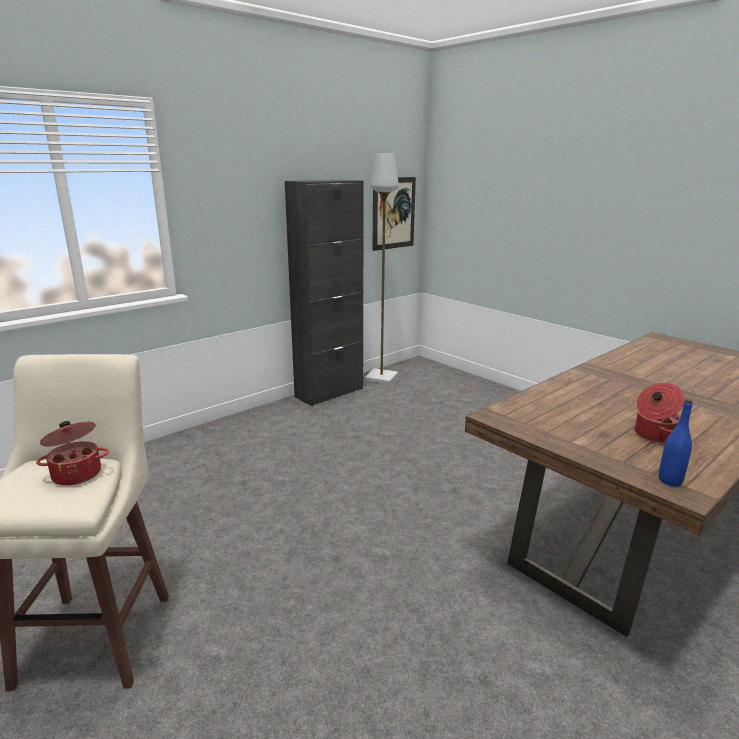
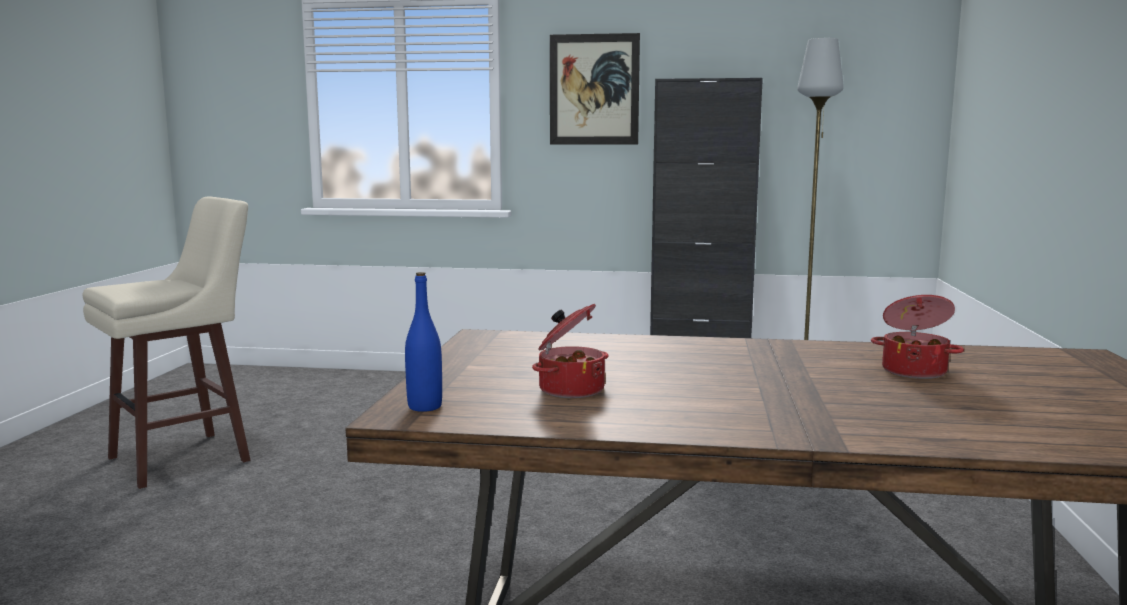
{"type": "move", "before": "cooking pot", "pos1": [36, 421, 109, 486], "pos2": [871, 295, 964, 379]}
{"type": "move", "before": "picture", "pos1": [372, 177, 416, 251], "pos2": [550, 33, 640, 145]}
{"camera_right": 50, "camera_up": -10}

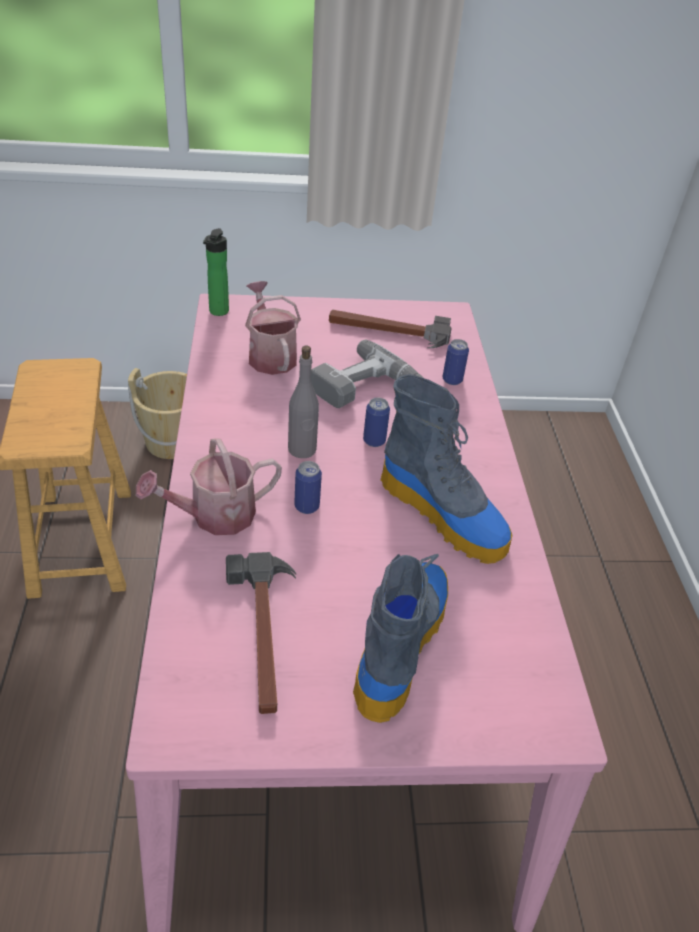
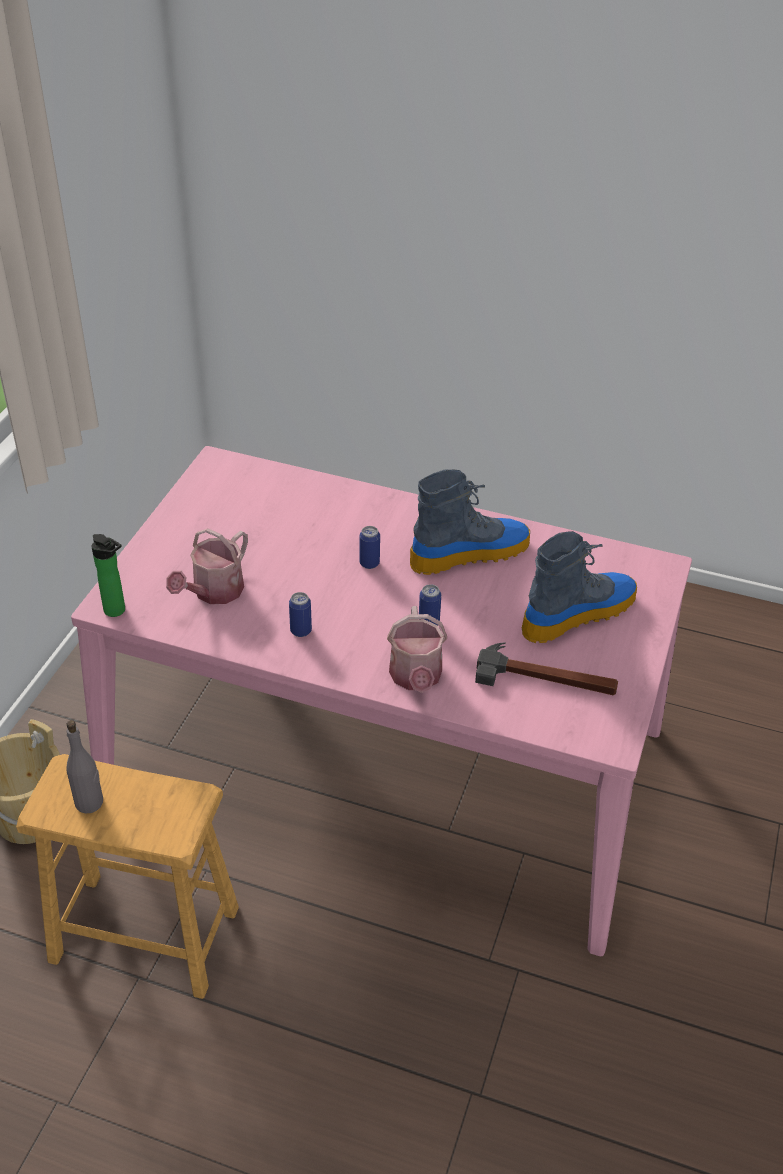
{"type": "rotate", "before": "watering can", "pos1": [245, 281, 301, 375], "pos2": [166, 528, 248, 604], "turn": -60}
{"type": "move", "before": "grey bottle", "pos1": [288, 345, 319, 458], "pos2": [66, 720, 103, 813]}
{"type": "delete", "before": "power drill", "pos1": [311, 339, 424, 408]}
{"type": "delete", "before": "hammer", "pos1": [329, 310, 452, 348]}
{"type": "rotate", "before": "boot", "pos1": [353, 554, 448, 723], "pos2": [522, 531, 637, 643], "turn": 105}
{"type": "move", "before": "can", "pos1": [443, 339, 469, 385], "pos2": [289, 592, 312, 637]}
{"camera_right": -65, "camera_up": 0}

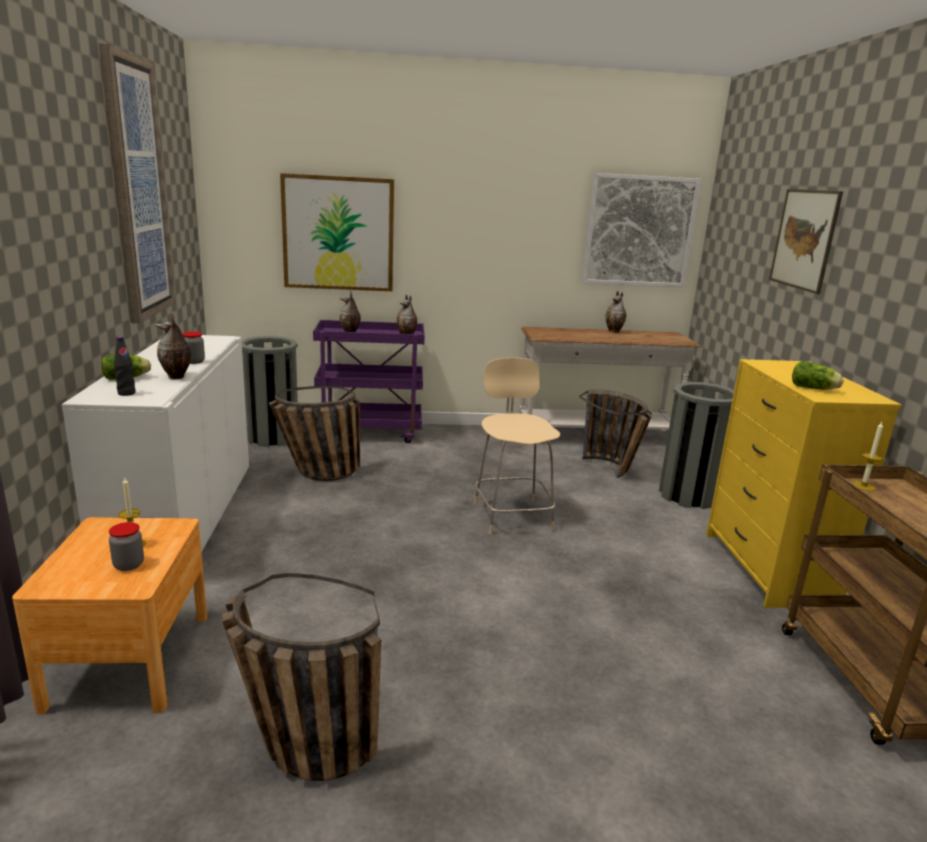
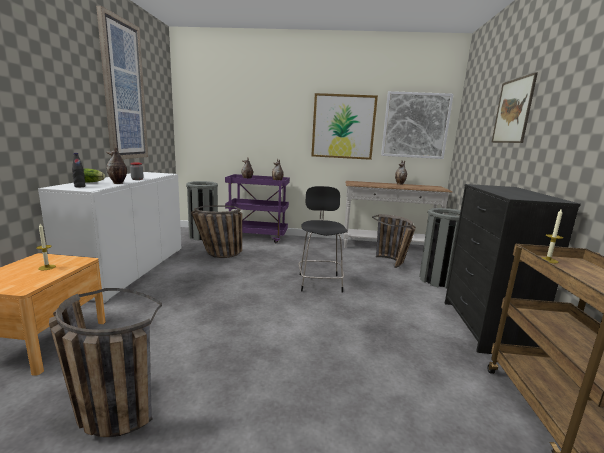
{"type": "delete", "before": "jar", "pos1": [109, 522, 144, 571]}
{"type": "move", "before": "picture", "pos1": [280, 173, 394, 291], "pos2": [311, 93, 378, 160]}
{"type": "recolor", "before": "beige chair", "after": "black chair", "pos1": [474, 358, 560, 534], "pos2": [299, 186, 348, 293]}
{"type": "recolor", "before": "yellow dresser", "after": "black dresser", "pos1": [706, 359, 901, 608], "pos2": [445, 184, 581, 354]}
{"type": "delete", "before": "lettuce", "pos1": [792, 361, 844, 390]}
{"camera_right": 10, "camera_up": -5}

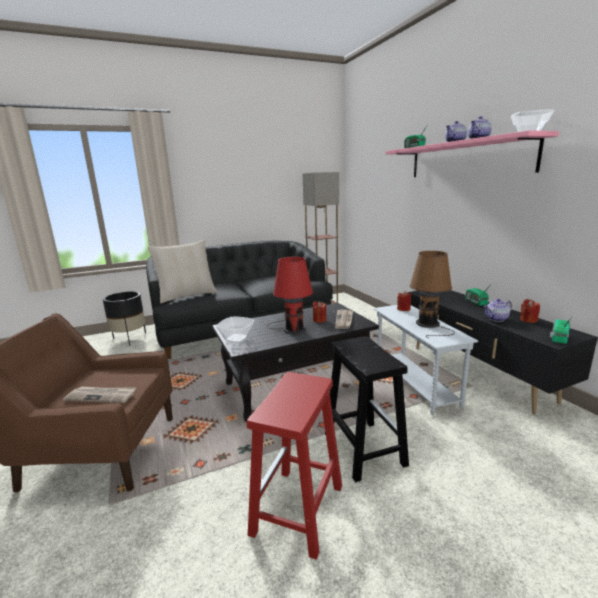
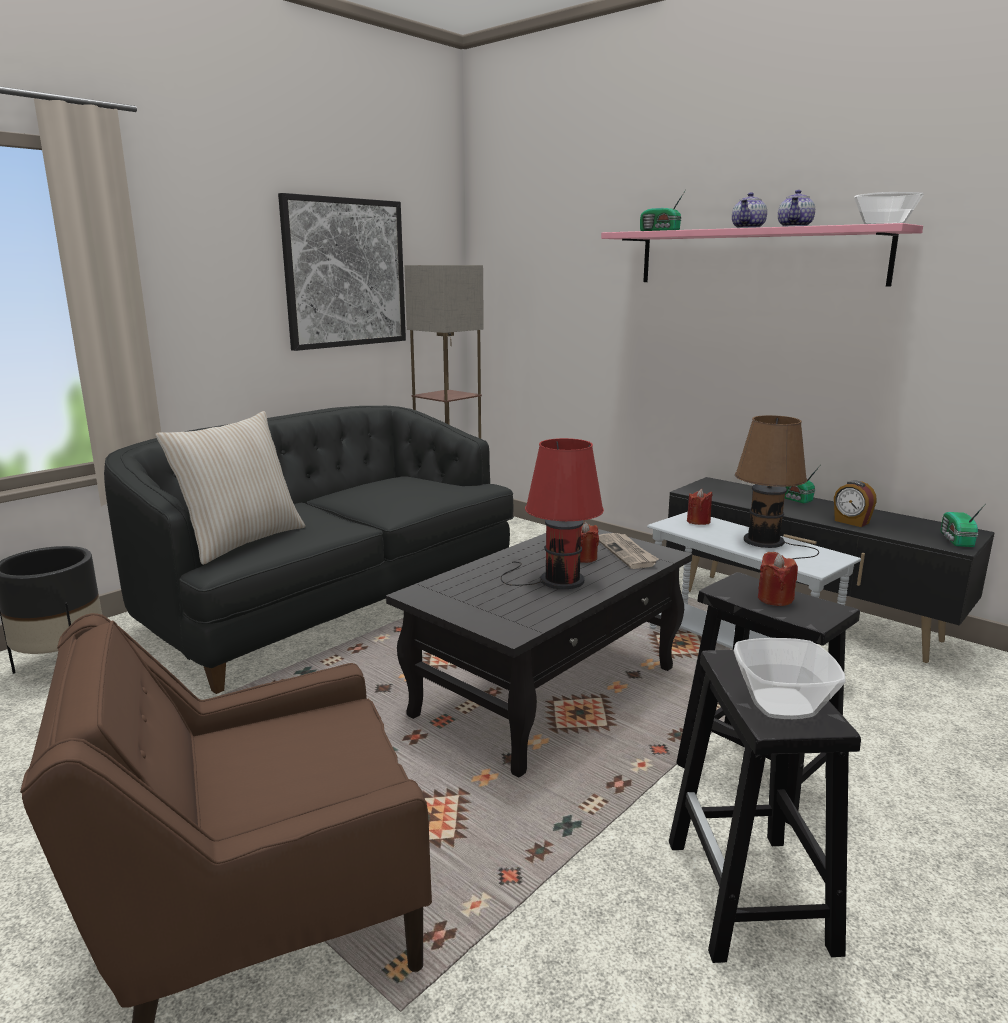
{"type": "delete", "before": "newspaper", "pos1": [63, 386, 136, 403]}
{"type": "move", "before": "bowl", "pos1": [216, 317, 254, 343], "pos2": [734, 638, 846, 719]}
{"type": "recolor", "before": "red stool", "after": "black stool", "pos1": [247, 372, 342, 560], "pos2": [669, 650, 861, 963]}
{"type": "replace", "before": "teapot", "after": "alarm clock", "pos1": [484, 299, 512, 322], "pos2": [834, 481, 877, 527]}
{"type": "move", "before": "red candle", "pos1": [520, 299, 540, 323], "pos2": [758, 552, 798, 606]}
{"type": "insert", "after": "picture", "pos2": [278, 193, 406, 351]}
{"camera_right": -25, "camera_up": 0}

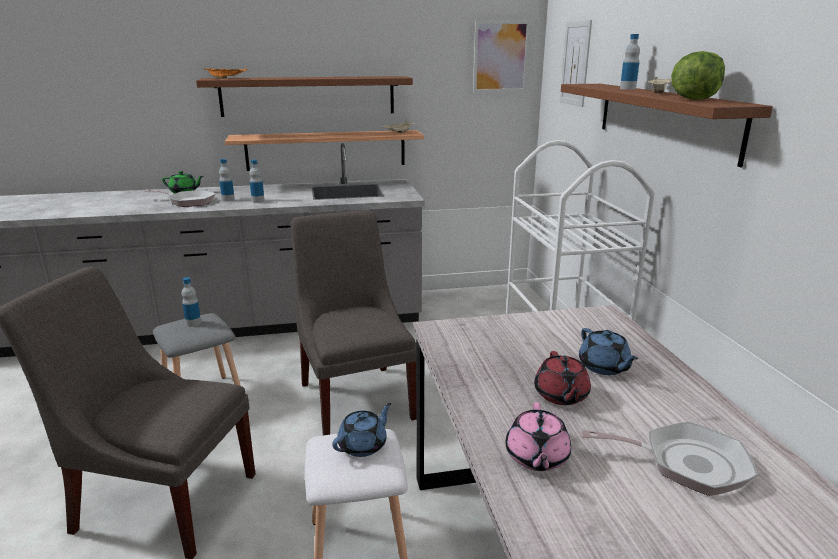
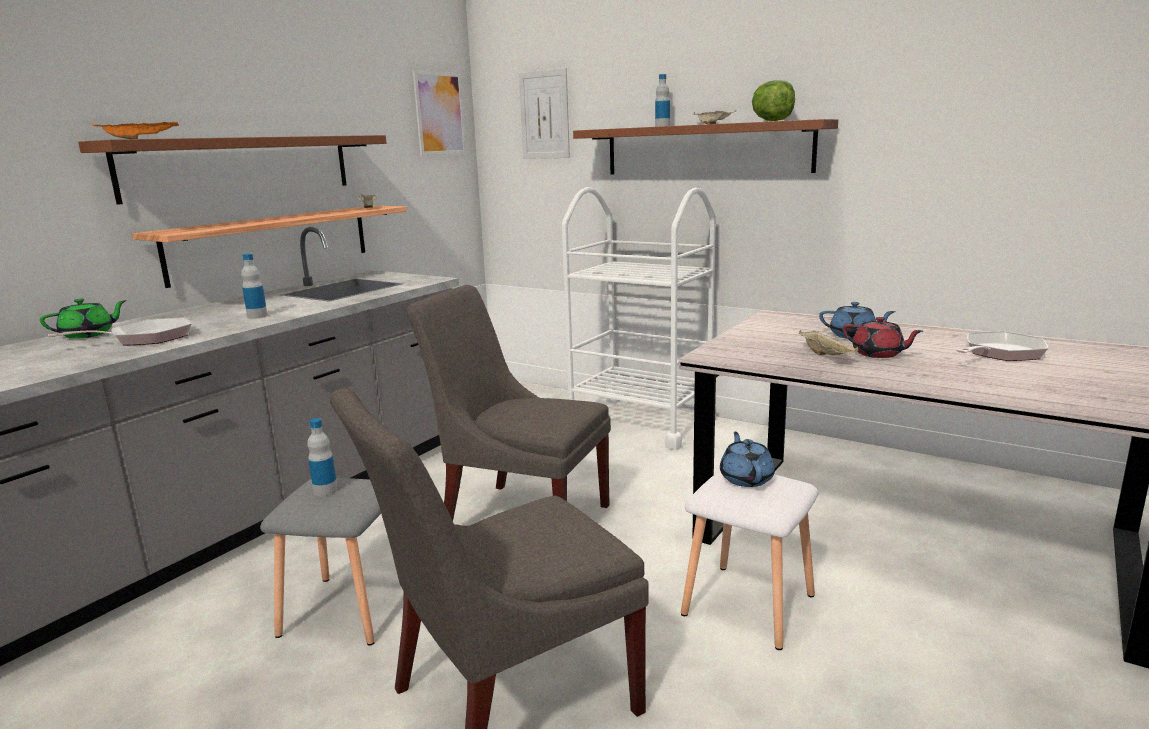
{"type": "delete", "before": "bottle", "pos1": [219, 159, 235, 202]}
{"type": "delete", "before": "pink teapot", "pos1": [506, 402, 571, 471]}
{"type": "insert", "after": "beige tray", "pos2": [799, 330, 858, 355]}
{"camera_right": -45, "camera_up": -5}

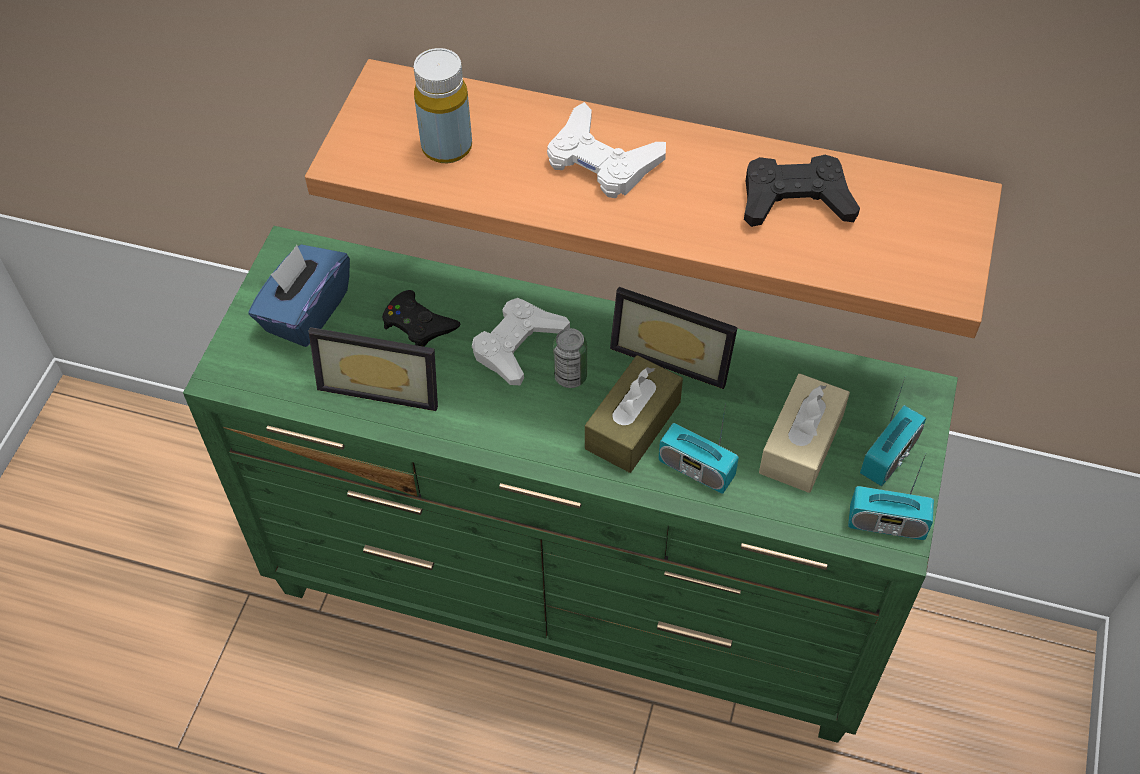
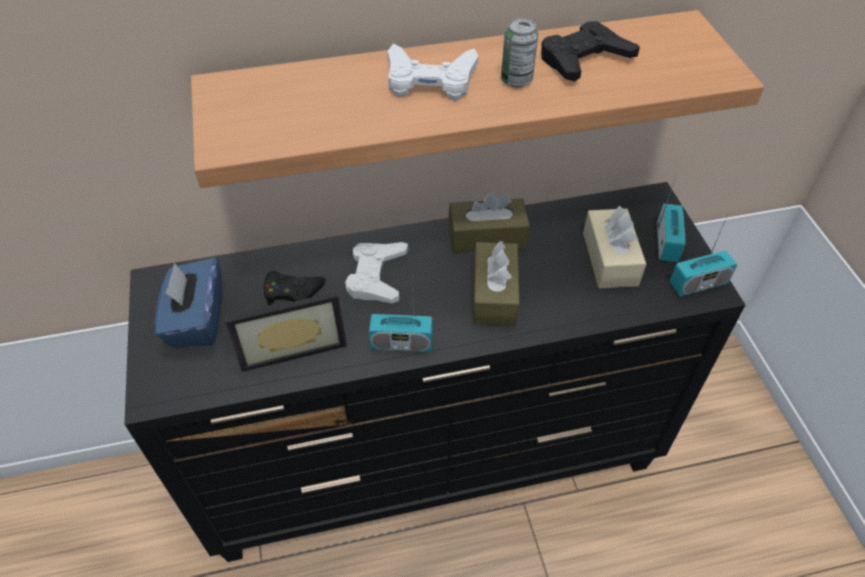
{"type": "recolor", "before": "green dresser", "after": "black dresser", "pos1": [183, 226, 958, 743], "pos2": [125, 182, 745, 562]}
{"type": "delete", "before": "yellow bottle", "pos1": [414, 48, 472, 163]}
{"type": "move", "before": "can", "pos1": [553, 328, 587, 388], "pos2": [501, 18, 538, 88]}
{"type": "replace", "before": "picture frame", "after": "brown tissue box", "pos1": [610, 287, 738, 389], "pos2": [449, 192, 530, 253]}
{"type": "move", "before": "radio", "pos1": [658, 403, 739, 494], "pos2": [369, 276, 432, 352]}
{"camera_right": -30, "camera_up": -5}

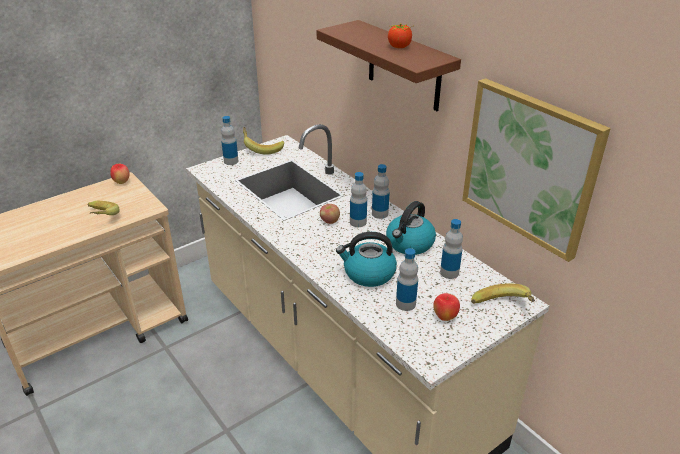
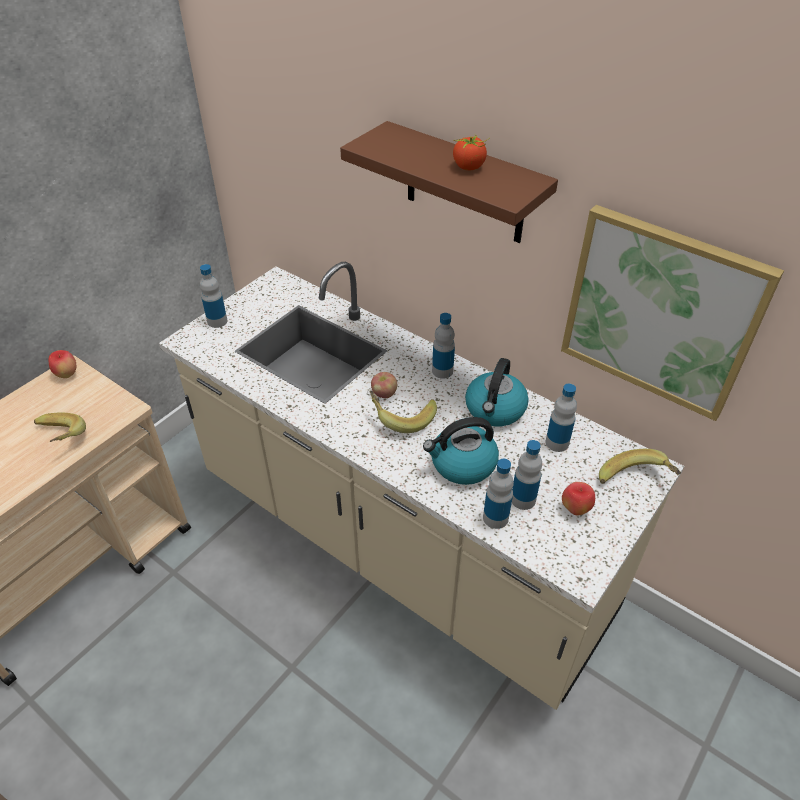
{"type": "move", "before": "banana", "pos1": [243, 127, 284, 155], "pos2": [369, 390, 437, 433]}
{"type": "move", "before": "bottle", "pos1": [350, 172, 367, 227], "pos2": [483, 459, 514, 529]}
{"camera_right": -15, "camera_up": 10}

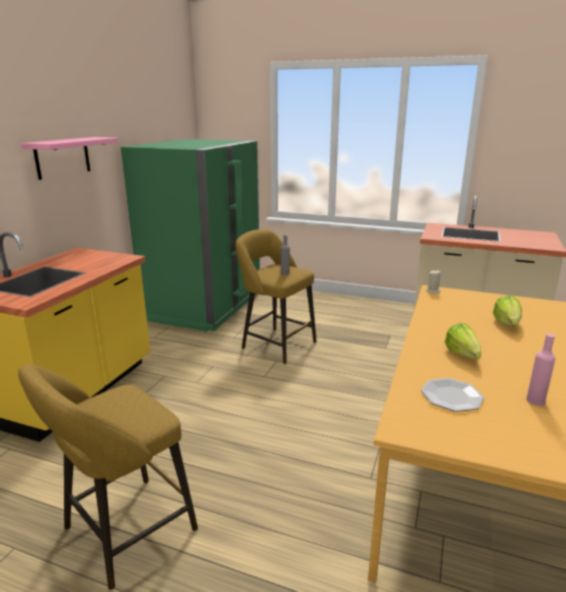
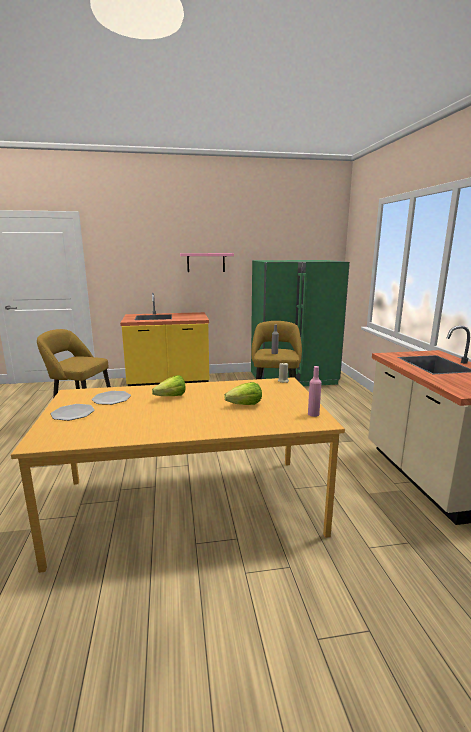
{"type": "move", "before": "pink bottle", "pos1": [526, 334, 555, 406], "pos2": [308, 366, 322, 417]}
{"type": "insert", "after": "plate", "pos2": [51, 404, 95, 421]}
{"camera_right": 60, "camera_up": -5}

